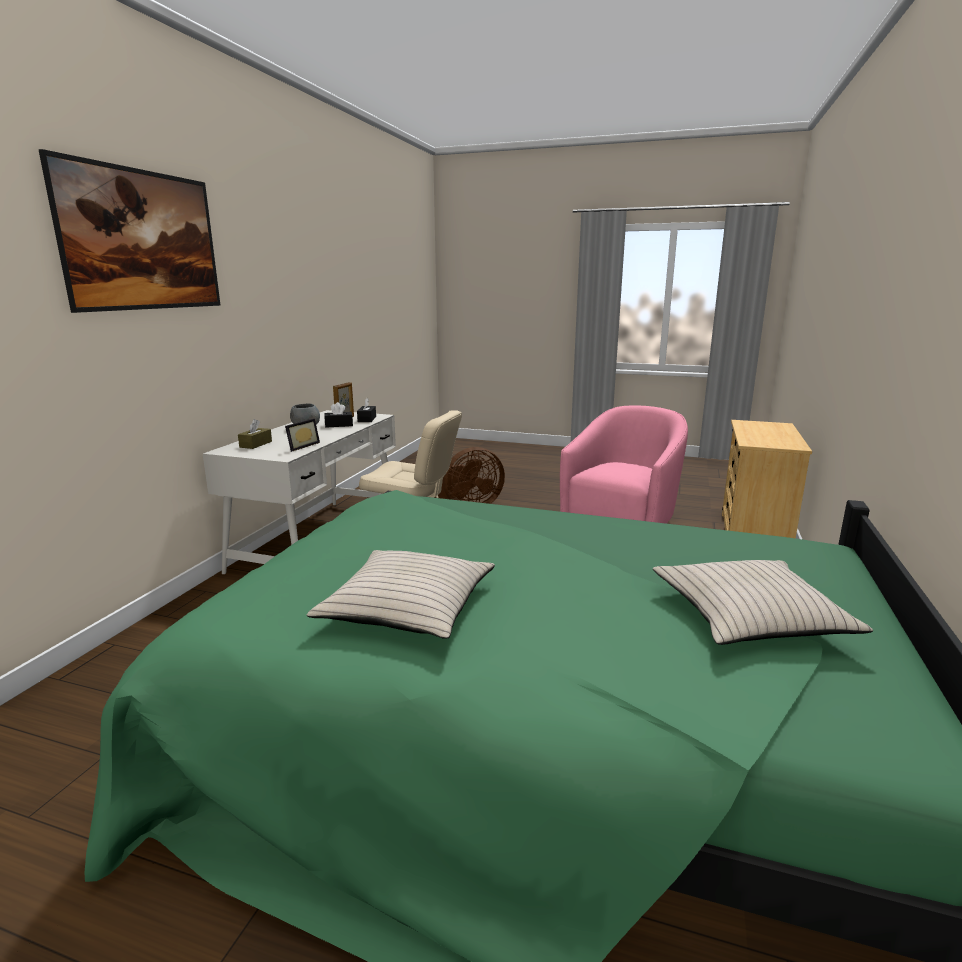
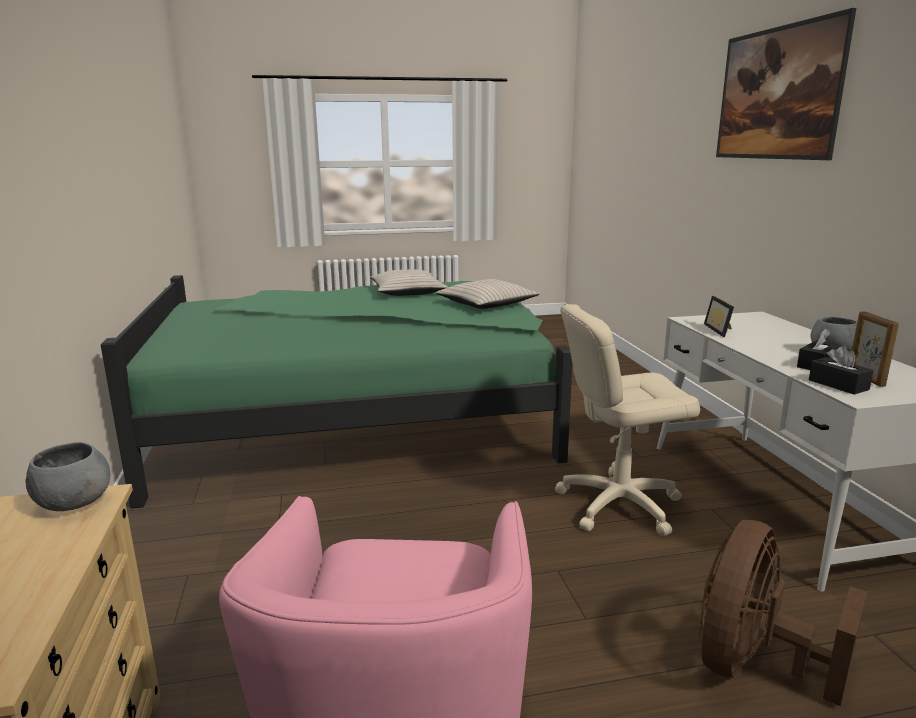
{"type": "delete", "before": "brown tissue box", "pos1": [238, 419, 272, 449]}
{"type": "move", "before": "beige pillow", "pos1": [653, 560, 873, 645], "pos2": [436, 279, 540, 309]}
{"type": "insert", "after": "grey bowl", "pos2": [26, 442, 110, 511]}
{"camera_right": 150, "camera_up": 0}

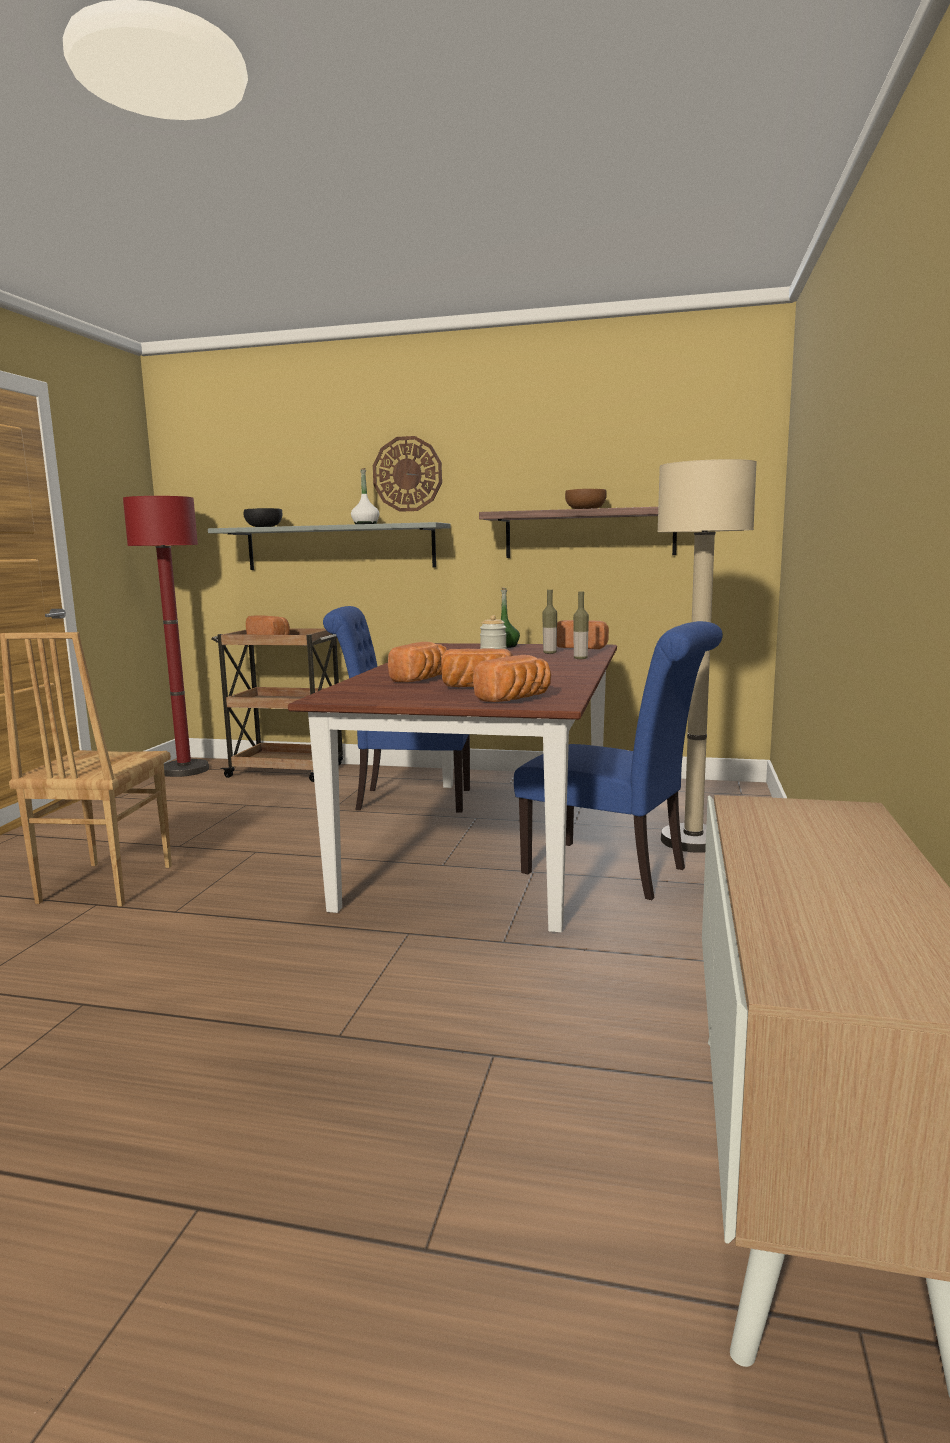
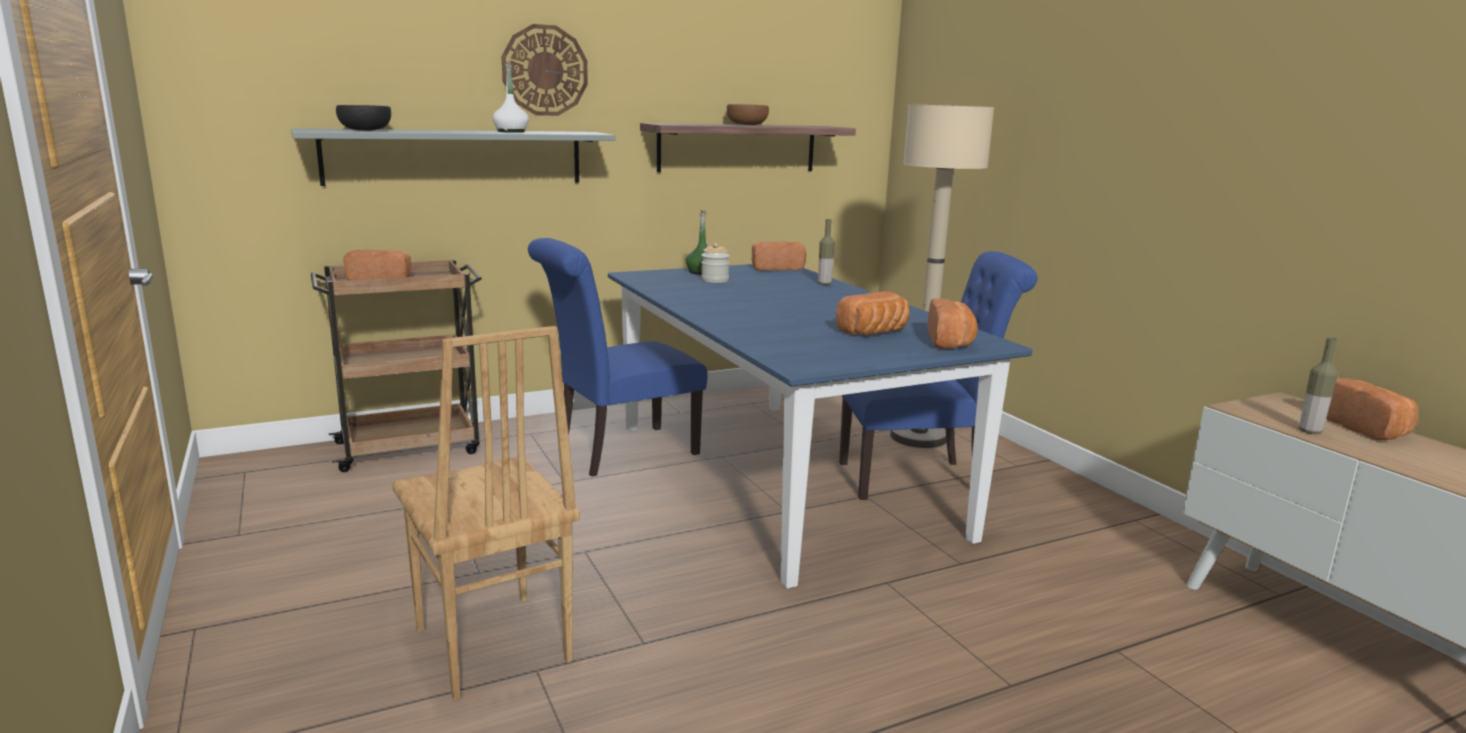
{"type": "delete", "before": "red floor lamp", "pos1": [123, 496, 209, 777]}
{"type": "recolor", "before": "brown dining table", "after": "blue dining table", "pos1": [288, 643, 617, 933], "pos2": [608, 264, 1032, 589]}
{"type": "move", "before": "bread", "pos1": [388, 642, 447, 682], "pos2": [1326, 378, 1418, 440]}
{"type": "move", "before": "bottle", "pos1": [542, 590, 557, 654], "pos2": [1299, 337, 1338, 434]}
{"camera_right": -40, "camera_up": 5}

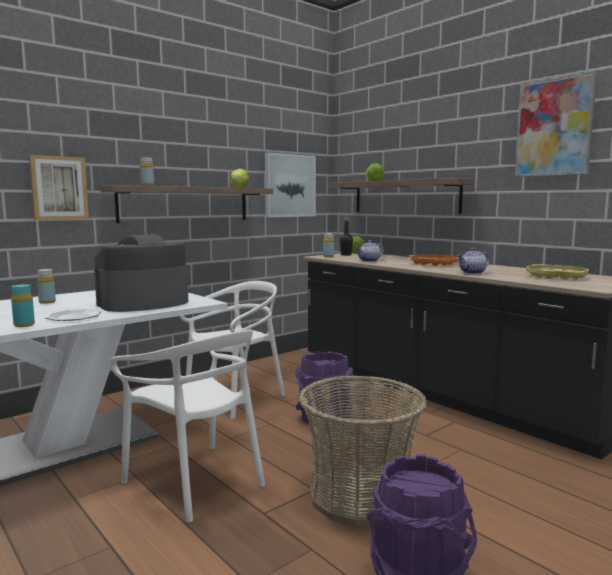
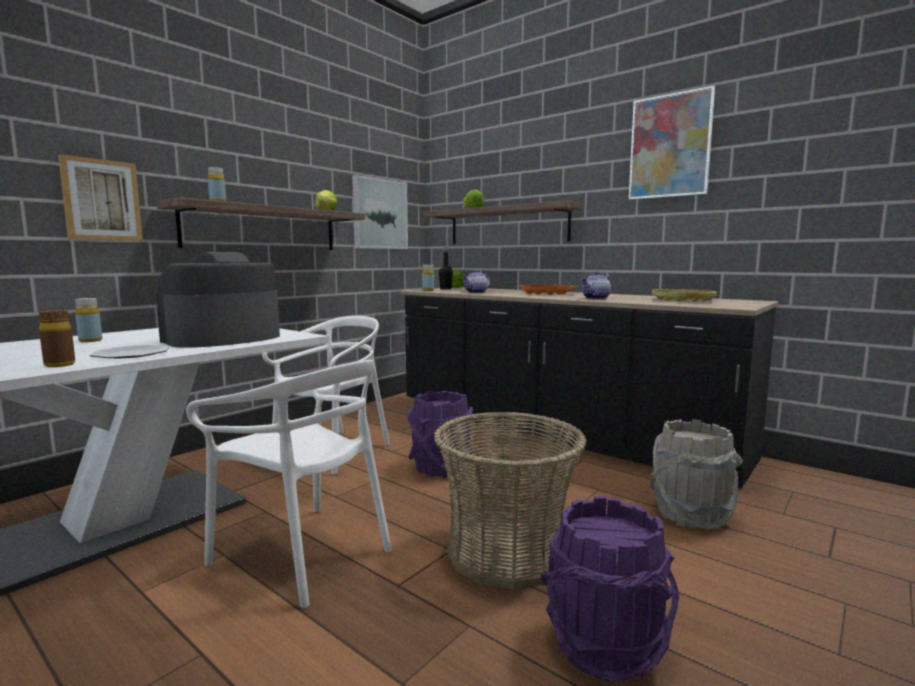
{"type": "recolor", "before": "turquoise bottle", "after": "brown bottle", "pos1": [11, 284, 35, 327], "pos2": [39, 310, 75, 367]}
{"type": "insert", "after": "grey bucket", "pos2": [650, 419, 743, 530]}
{"camera_right": -10, "camera_up": 0}

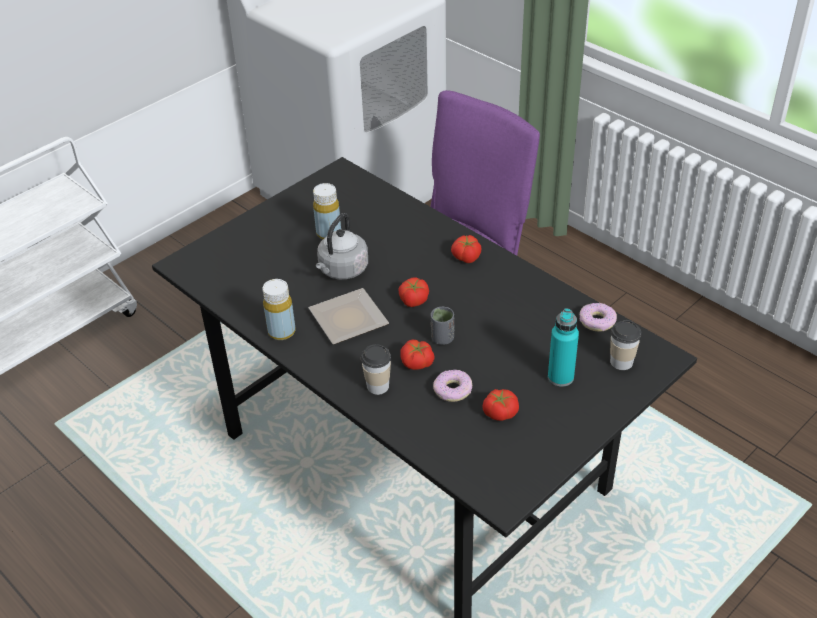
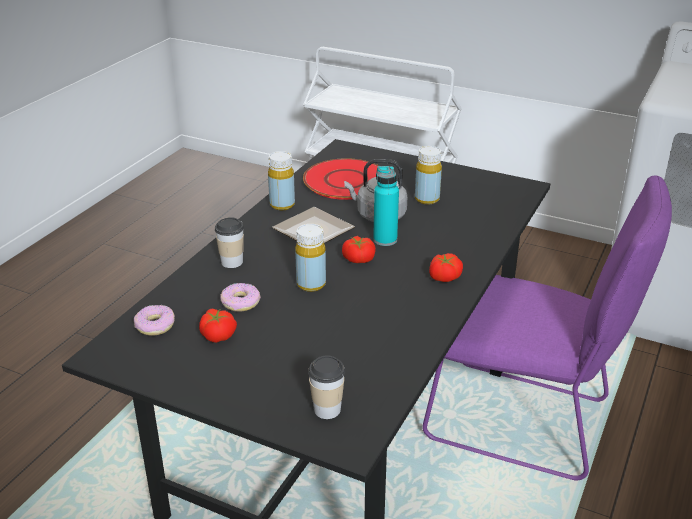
{"type": "delete", "before": "tomato", "pos1": [400, 340, 435, 370]}
{"type": "replace", "before": "grey cup", "after": "yellow bottle", "pos1": [431, 307, 454, 345], "pos2": [295, 224, 326, 292]}
{"type": "move", "before": "turquoise bottle", "pos1": [548, 309, 579, 387], "pos2": [373, 166, 399, 246]}
{"type": "move", "before": "donut", "pos1": [580, 303, 617, 332], "pos2": [134, 305, 175, 336]}
{"type": "insert", "after": "red plate", "pos2": [303, 158, 379, 200]}
{"camera_right": 70, "camera_up": -10}

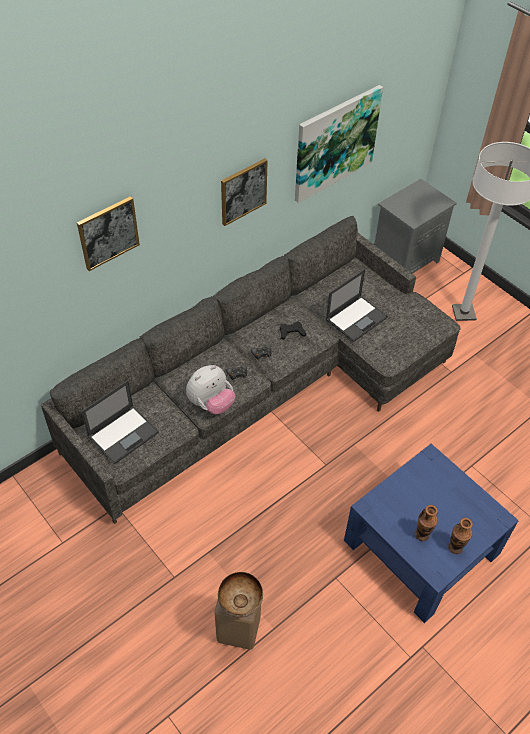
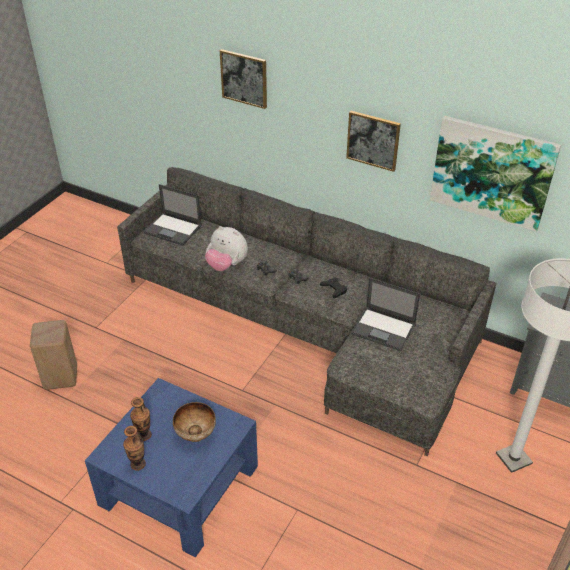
{"type": "move", "before": "bowl", "pos1": [218, 572, 263, 618], "pos2": [173, 402, 216, 442]}
{"camera_right": 70, "camera_up": -10}

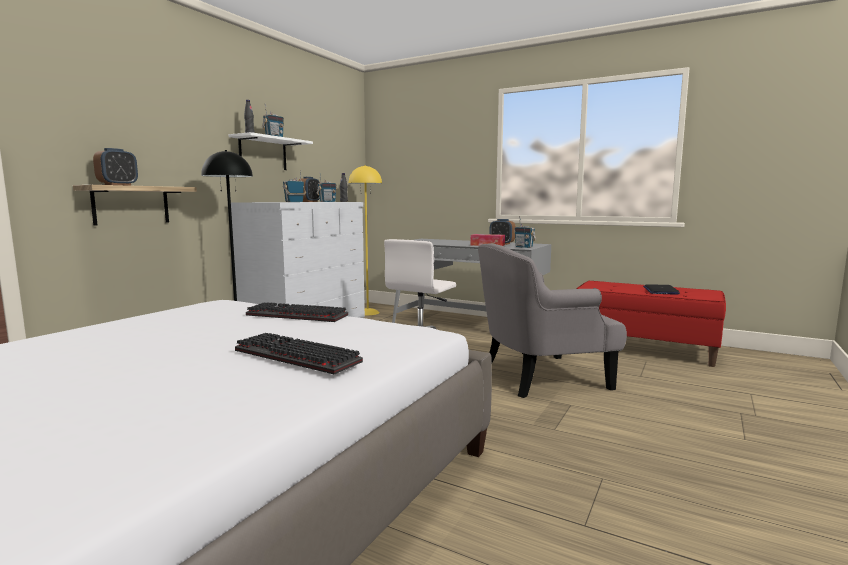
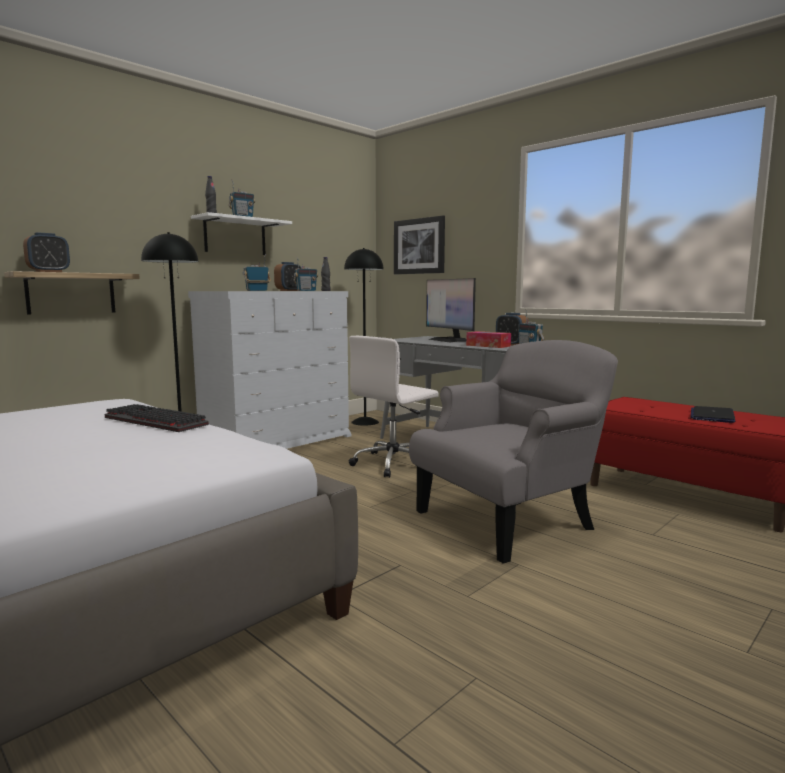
{"type": "delete", "before": "keyboard", "pos1": [235, 333, 363, 375]}
{"type": "recolor", "before": "yellow floor lamp", "after": "black floor lamp", "pos1": [349, 165, 382, 316], "pos2": [344, 248, 384, 426]}
{"type": "rotate", "before": "grey armchair", "pos1": [478, 244, 627, 398], "pos2": [409, 340, 618, 564], "turn": 150}
{"type": "insert", "after": "picture", "pos2": [394, 216, 445, 274]}
{"type": "insert", "after": "monitor", "pos2": [426, 278, 476, 343]}
{"camera_right": 15, "camera_up": 0}

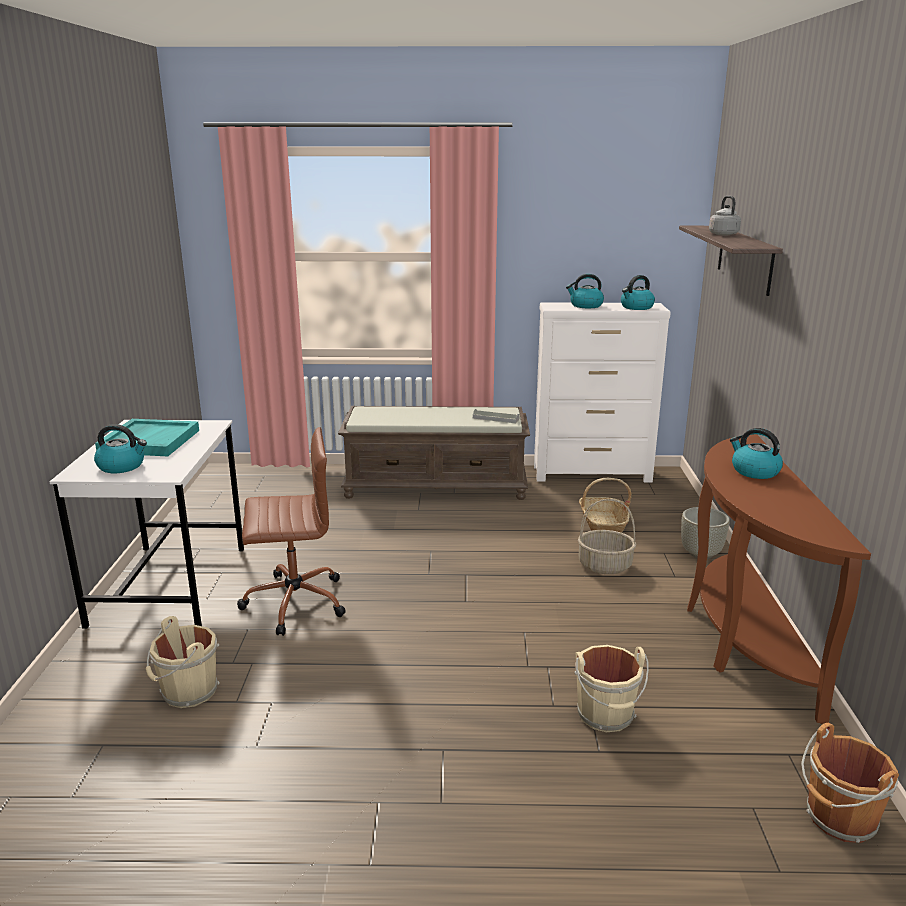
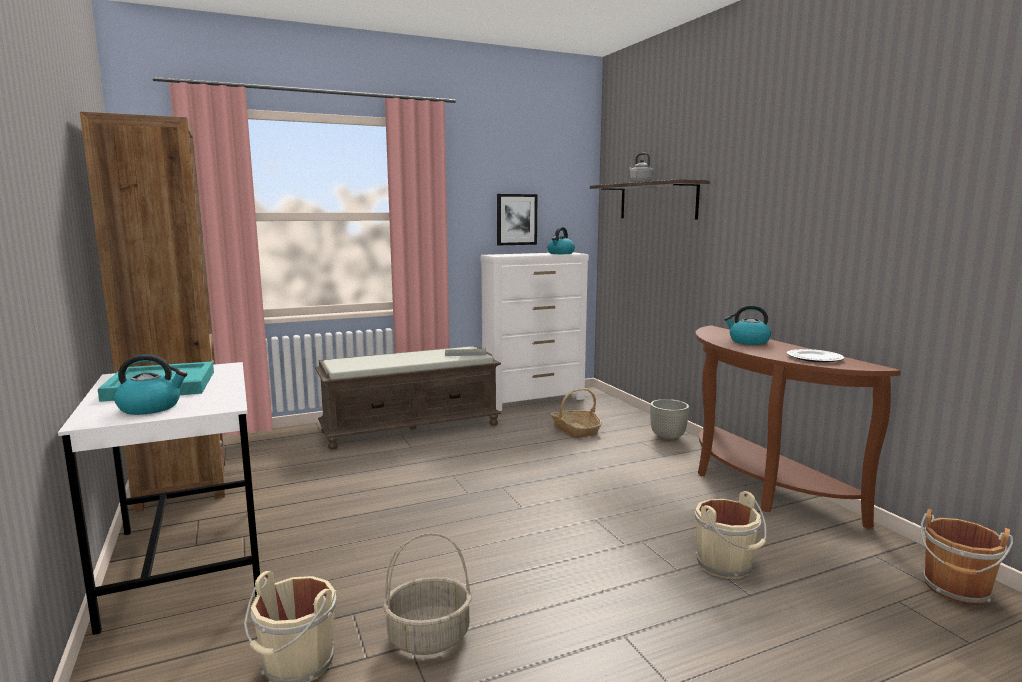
{"type": "delete", "before": "brown office chair", "pos1": [237, 427, 346, 636]}
{"type": "delete", "before": "kettle", "pos1": [566, 274, 604, 308]}
{"type": "move", "before": "basket", "pos1": [578, 499, 636, 574], "pos2": [383, 533, 472, 655]}
{"type": "insert", "after": "brown bookcase", "pos2": [80, 112, 225, 512]}
{"type": "insert", "after": "picture", "pos2": [497, 194, 537, 245]}
{"type": "insert", "after": "plate", "pos2": [787, 349, 844, 363]}
{"camera_right": -25, "camera_up": -10}

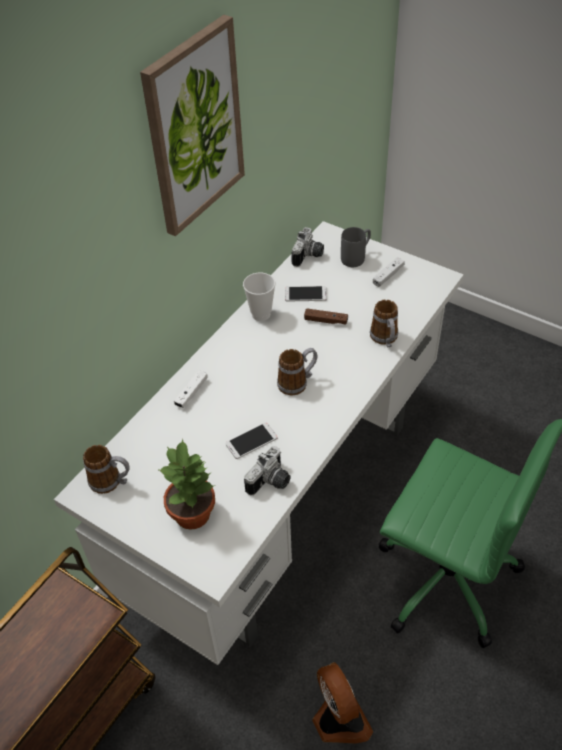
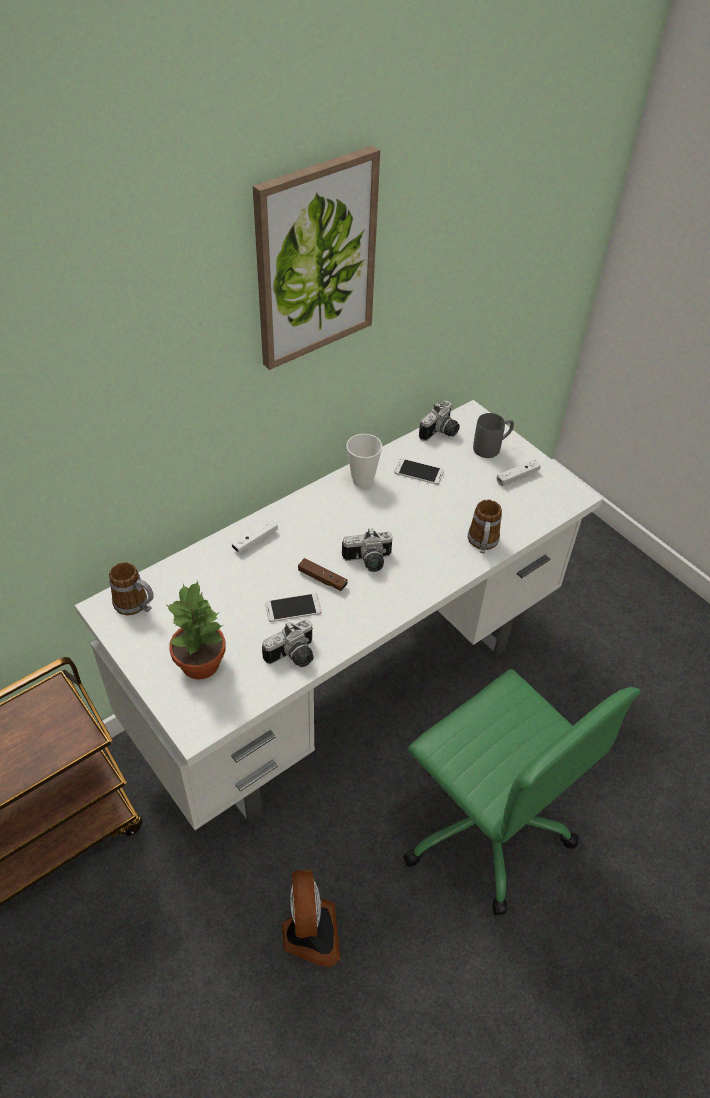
{"type": "replace", "before": "mug", "after": "photo camera", "pos1": [277, 348, 317, 395], "pos2": [342, 528, 393, 572]}
{"type": "move", "before": "brown game controller", "pos1": [304, 308, 348, 325], "pos2": [298, 558, 347, 591]}
{"camera_right": 15, "camera_up": 0}

